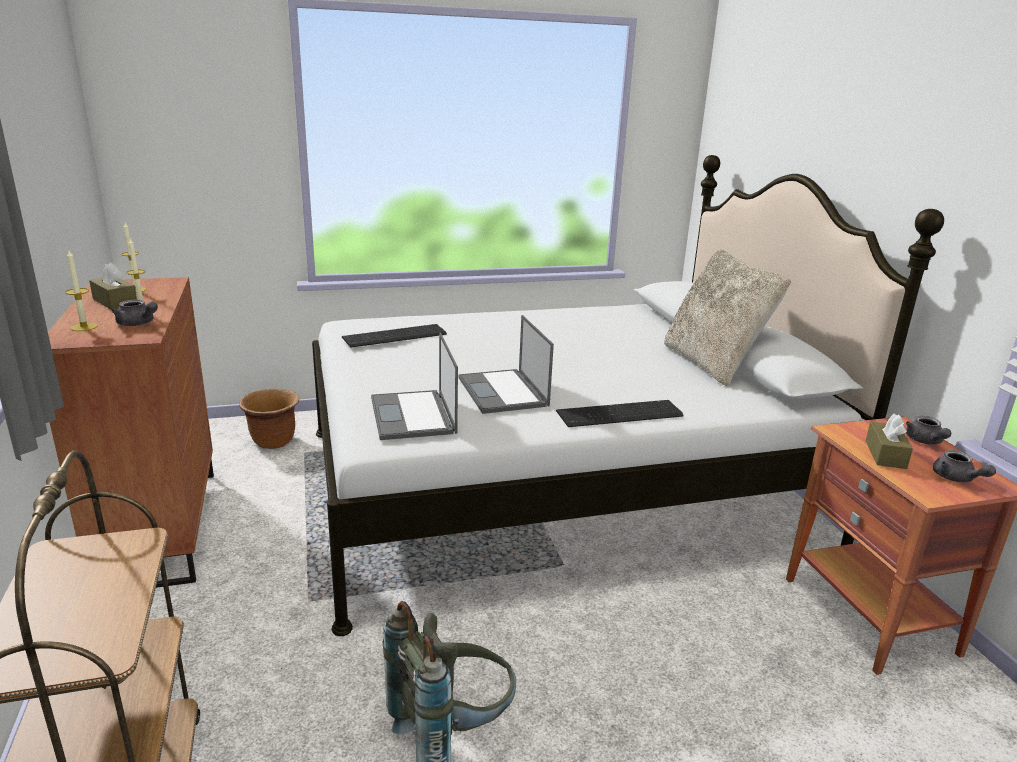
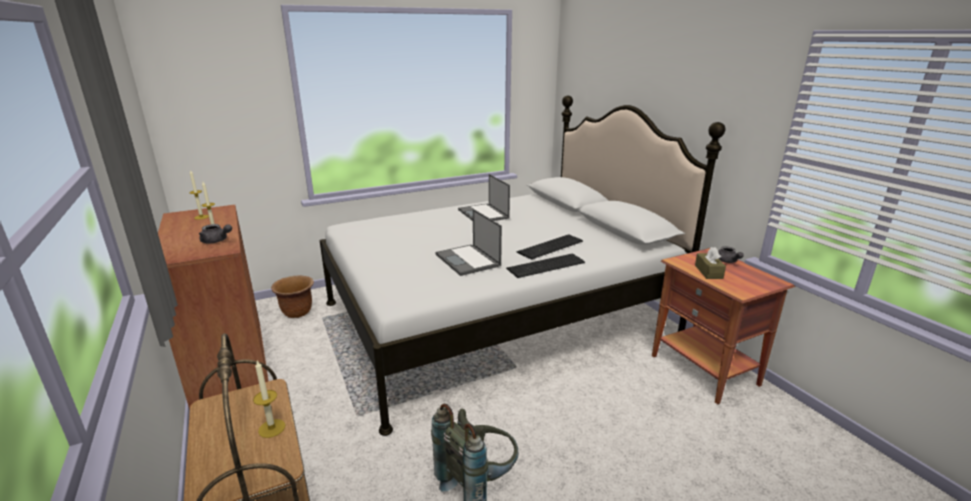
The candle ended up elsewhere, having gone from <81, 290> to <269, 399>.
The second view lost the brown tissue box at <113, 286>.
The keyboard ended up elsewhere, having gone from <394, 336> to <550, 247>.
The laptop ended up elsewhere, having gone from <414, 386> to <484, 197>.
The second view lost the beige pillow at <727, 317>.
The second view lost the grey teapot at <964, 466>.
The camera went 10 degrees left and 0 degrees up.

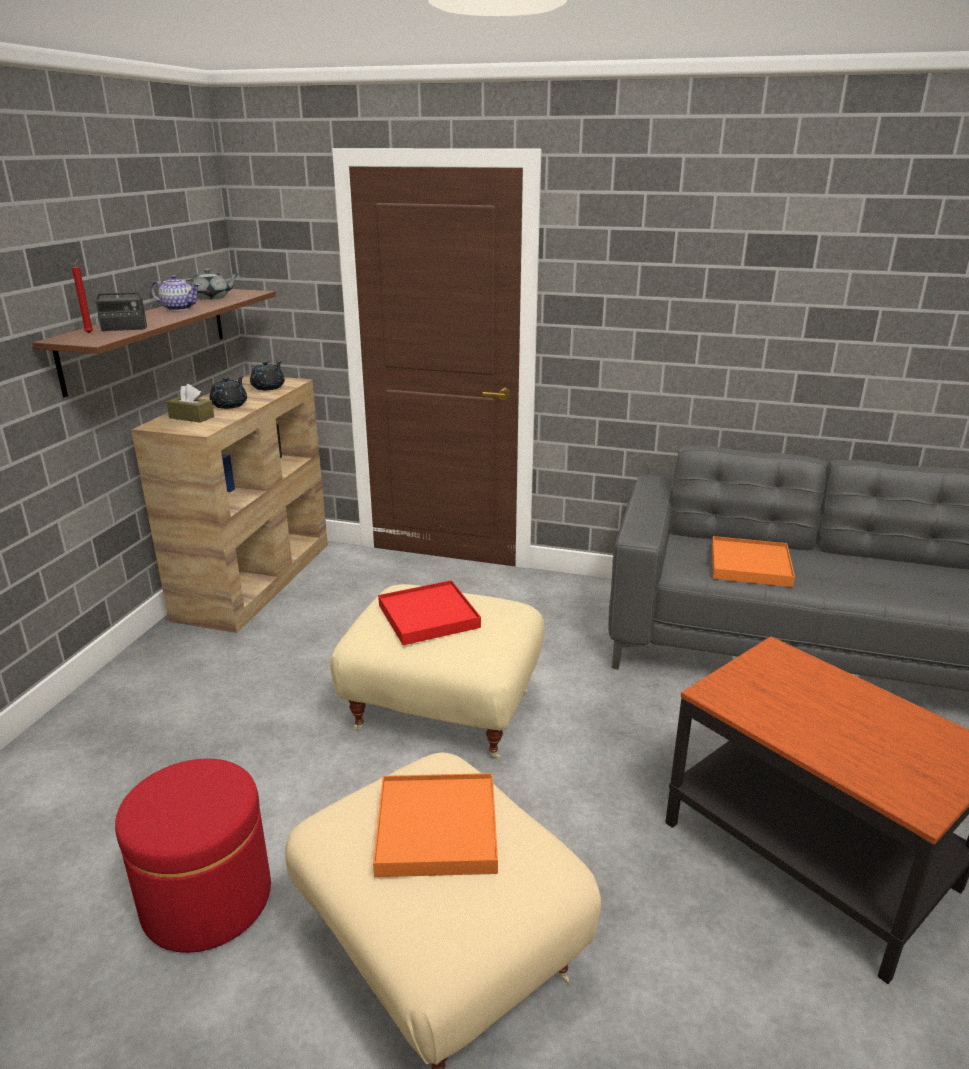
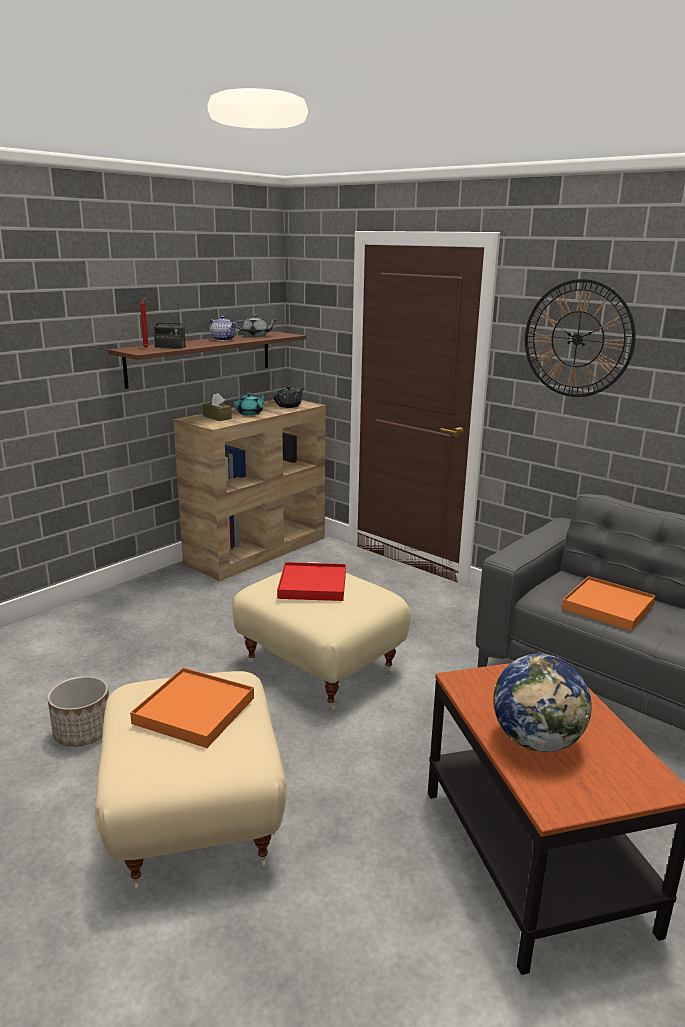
Where the red ottoman stood at <193, 856>, the planter came to stand at <78, 711>.
What was the black teapot at <228, 392> turned into the turquoise teapot at <250, 404>.
The second view gained the globe at <542, 703>.
The second view gained the wall clock at <580, 338>.
The camera went 25 degrees right and 5 degrees down.

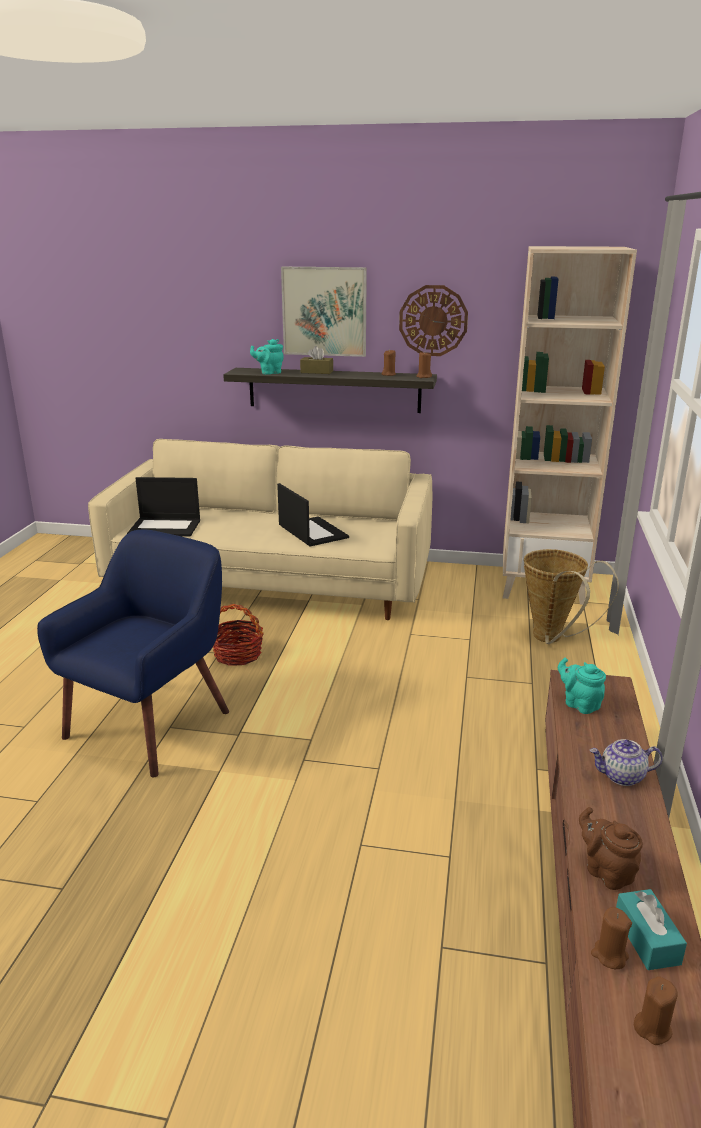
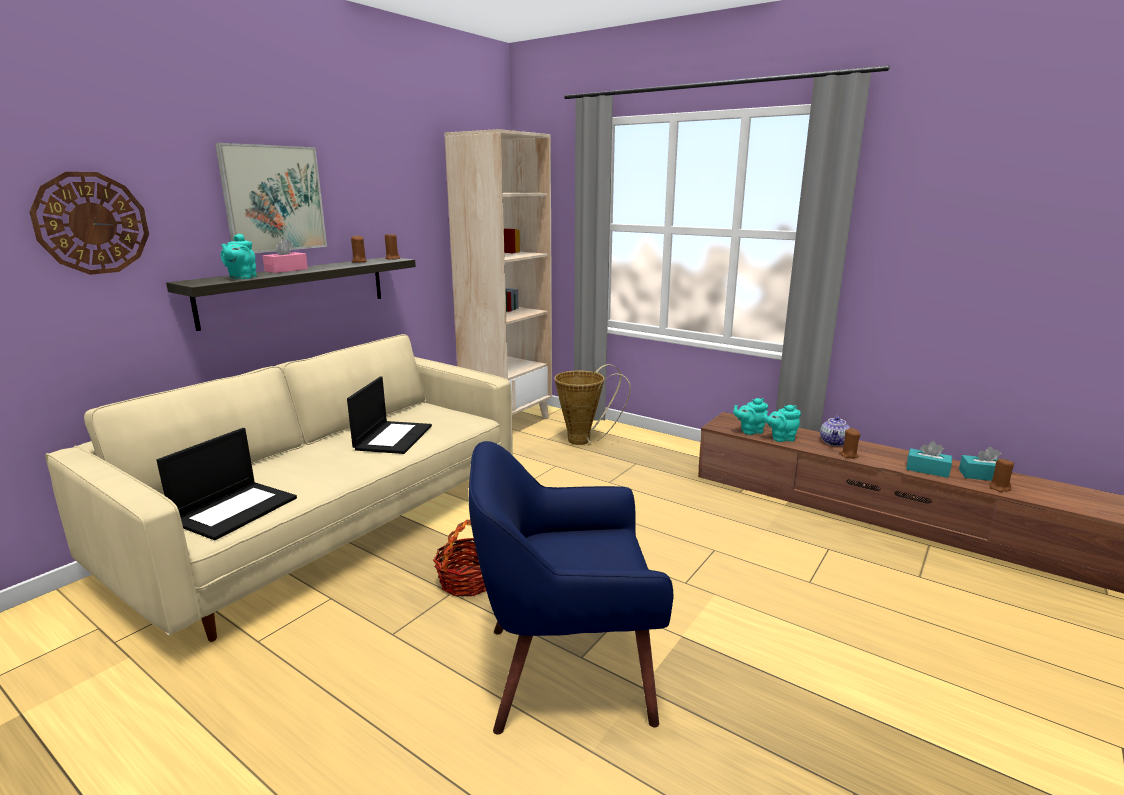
The blue armchair at <133, 653> ended up facing another way, 60 degrees counterclockwise from before.
The laptop at <313, 515> ended up facing another way, 105 degrees clockwise from before.
What was the brown tissue box at <316, 360> turned into the pink tissue box at <285, 256>.
The wall clock ended up elsewhere, having gone from <433, 320> to <89, 223>.
Where the brown teapot stood at <611, 848>, the turquoise tissue box came to stand at <929, 459>.
The brown candle ended up elsewhere, having gone from <656, 1011> to <849, 443>.
The second view gained the turquoise teapot at <782, 423>.
The camera went 65 degrees left and 5 degrees down.

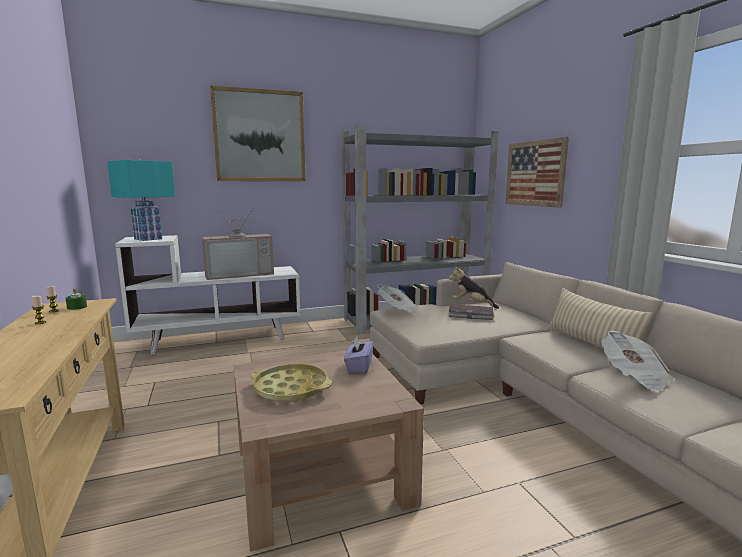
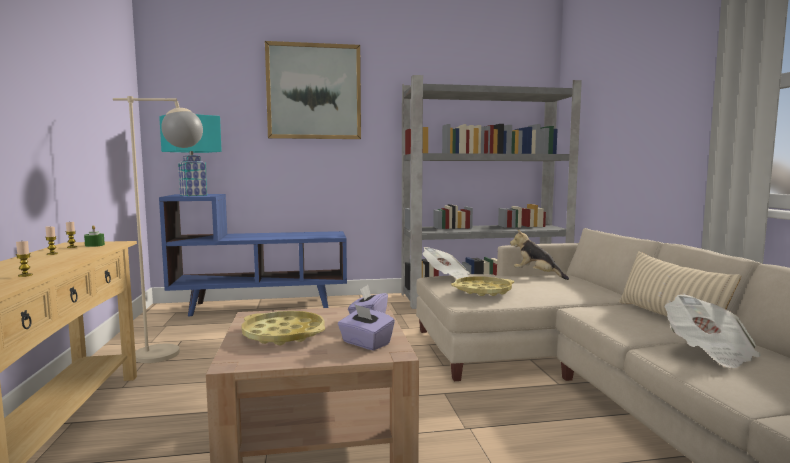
What was the white tv stand at <208, 295> turned into the blue tv stand at <253, 255>.
The second view lost the television at <238, 241>.
The second view lost the book at <471, 312>.
The second view lost the picture at <537, 172>.
The second view gained the candle at <24, 259>.
The second view gained the beige floor lamp at <158, 229>.
The second view gained the purple tissue box at <366, 327>.
The second view gained the yellow tray at <482, 286>.
The camera went 10 degrees right and 5 degrees down.

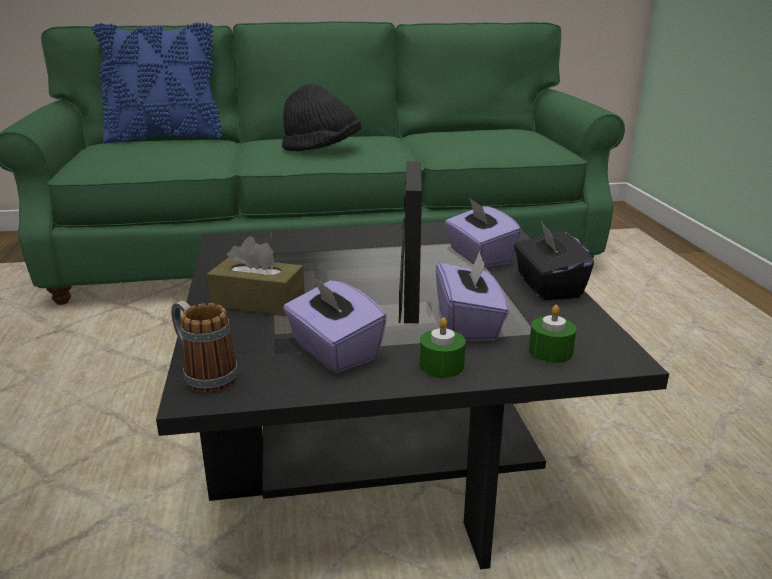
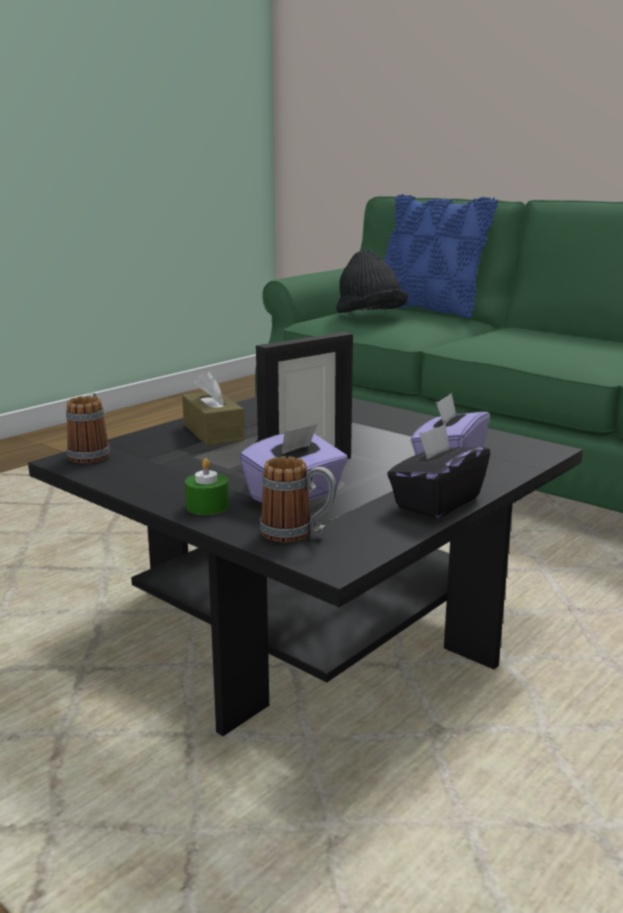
The black hat ended up elsewhere, having gone from <322, 118> to <372, 281>.
The second view lost the purple tissue box at <335, 324>.
Where the green candle stood at <552, 334>, the mug came to stand at <298, 499>.
The camera went 50 degrees right and 5 degrees down.

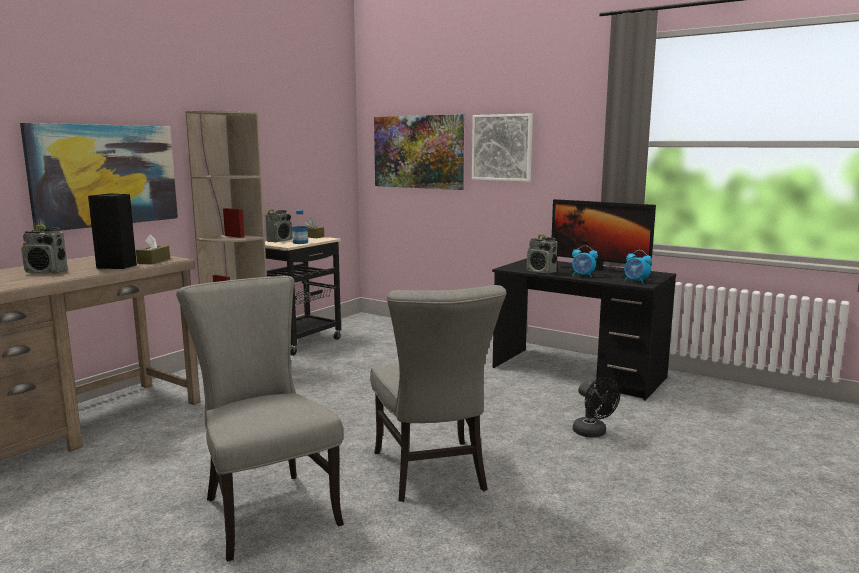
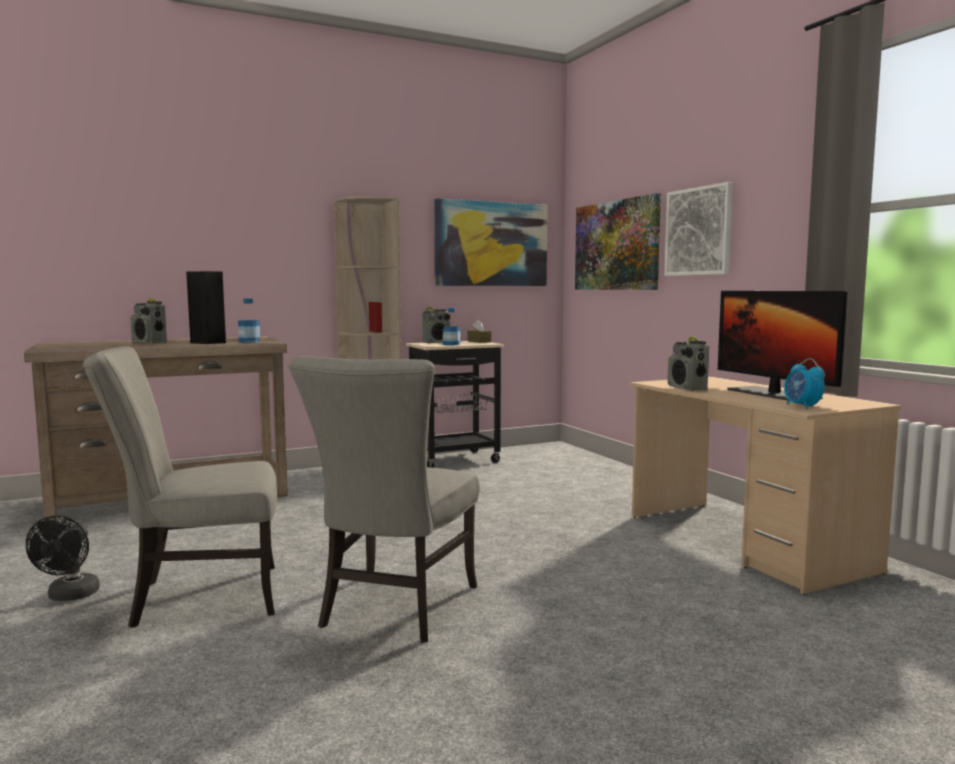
The picture ended up elsewhere, having gone from <99, 177> to <491, 242>.
Where the brown tissue box stood at <153, 249>, the bottle came to stand at <249, 320>.
The grey chair at <260, 419> ended up facing another way, 105 degrees counterclockwise from before.
What was the black desk at <584, 329> turned into the beige desk at <766, 486>.
The second view lost the alarm clock at <585, 261>.
The black fan ended up elsewhere, having gone from <596, 407> to <63, 558>.
The camera went 30 degrees right and 5 degrees down.

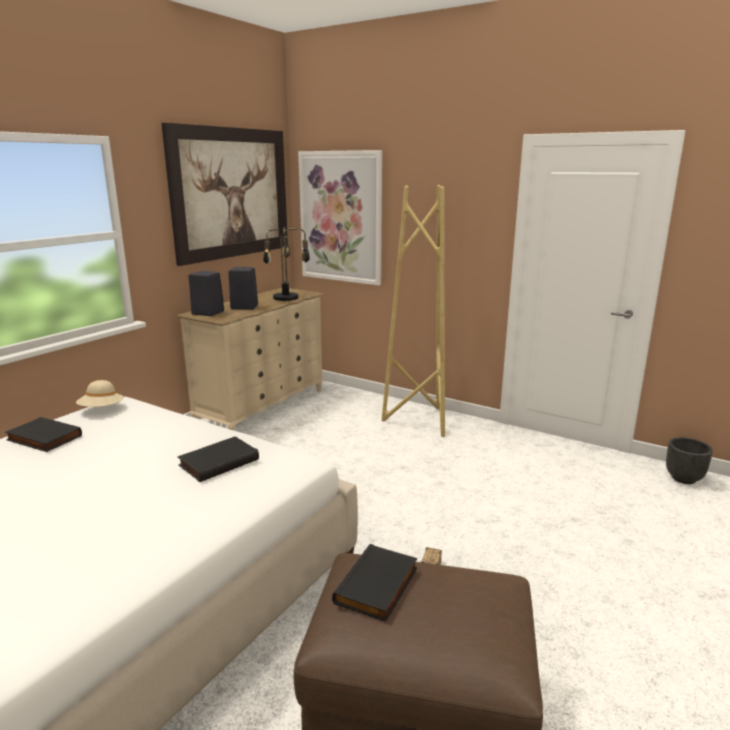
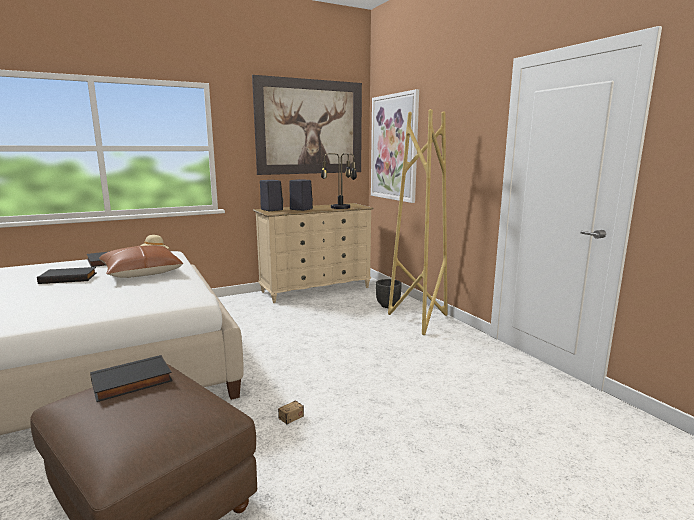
The black book ended up elsewhere, having gone from <218, 459> to <67, 275>.
The black planter ended up elsewhere, having gone from <689, 460> to <389, 293>.
The second view gained the brown pillow at <141, 261>.
The camera went 30 degrees right and 5 degrees down.

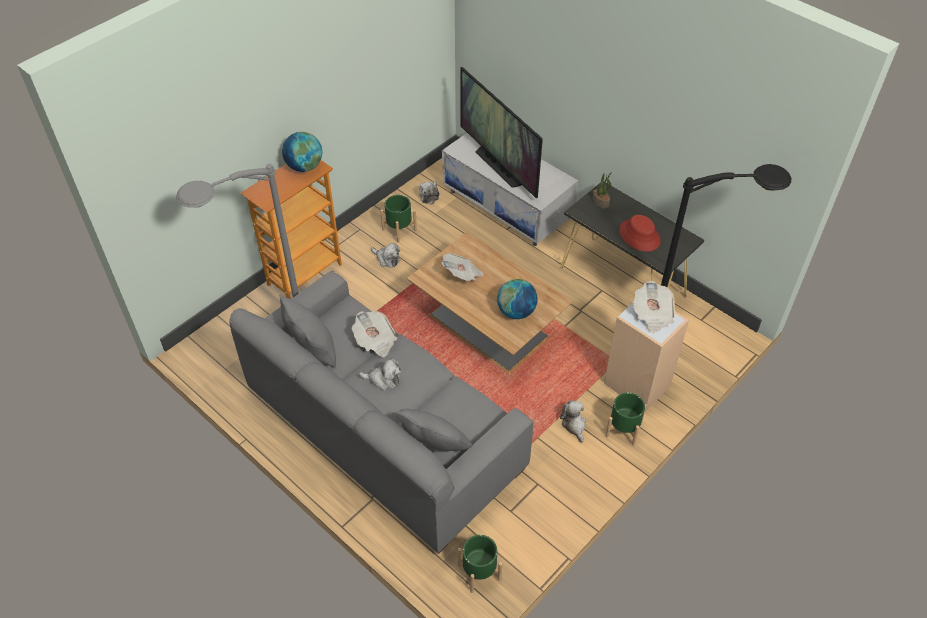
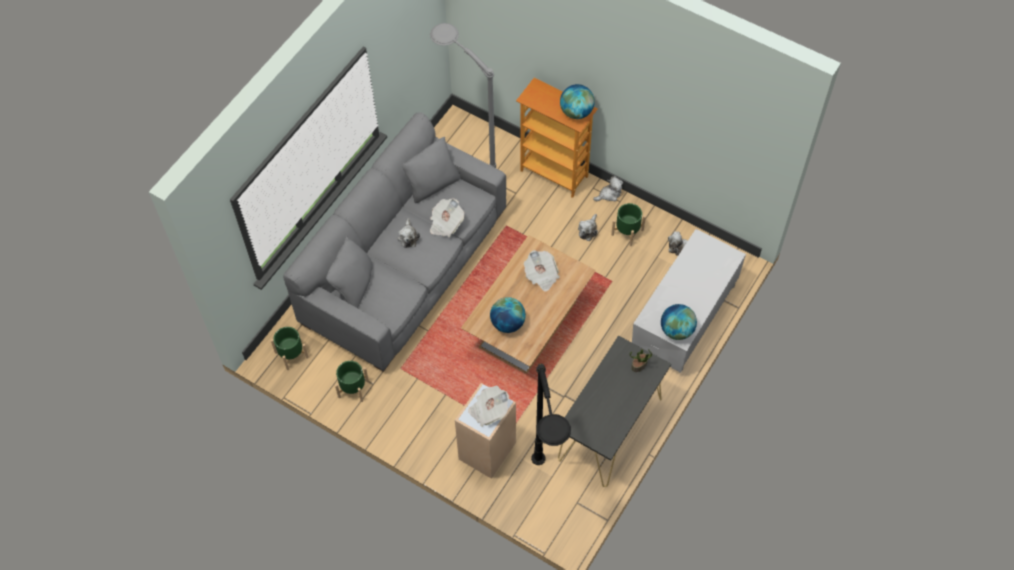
The second view lost the television at <501, 132>.
The plush toy ended up elsewhere, having gone from <573, 421> to <608, 188>.
The green planter ended up elsewhere, having gone from <626, 419> to <352, 381>.
The second view lost the red hat at <640, 233>.
The second view gained the globe at <679, 322>.
The camera went 80 degrees right and 10 degrees up.

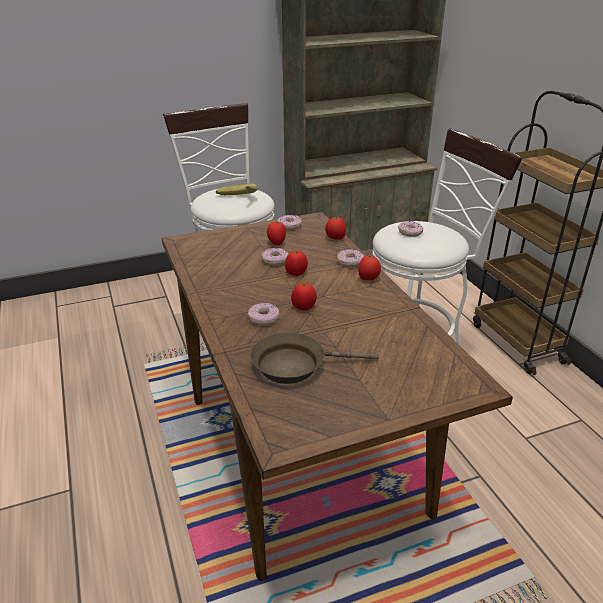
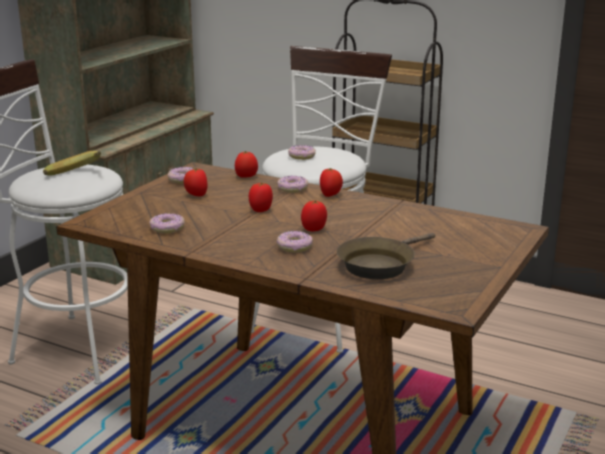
The donut ended up elsewhere, having gone from <274, 257> to <167, 223>.
The camera went 40 degrees left and 10 degrees down.

